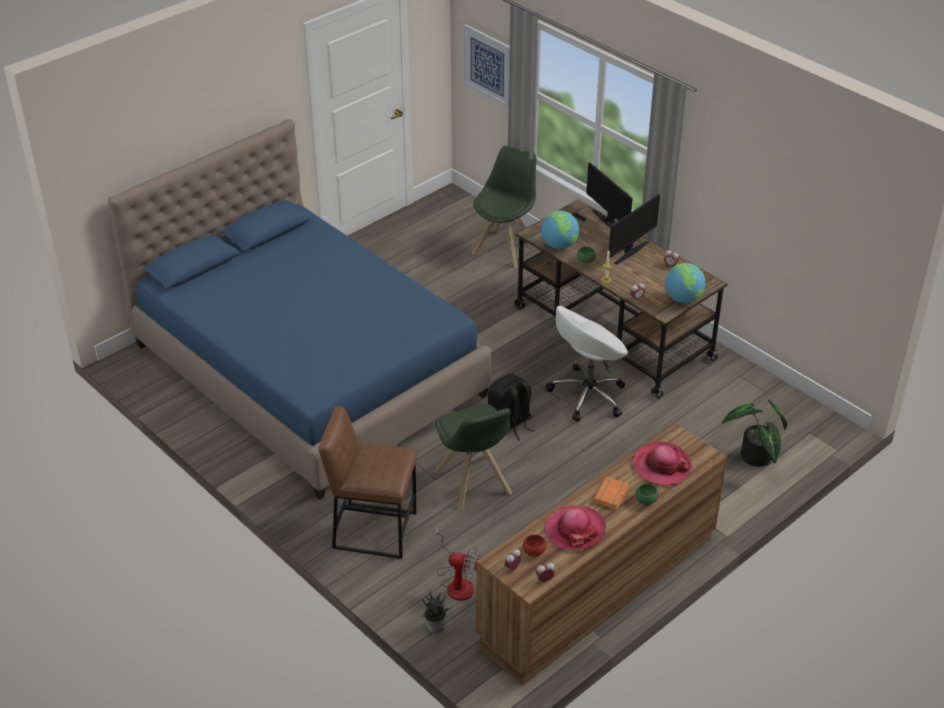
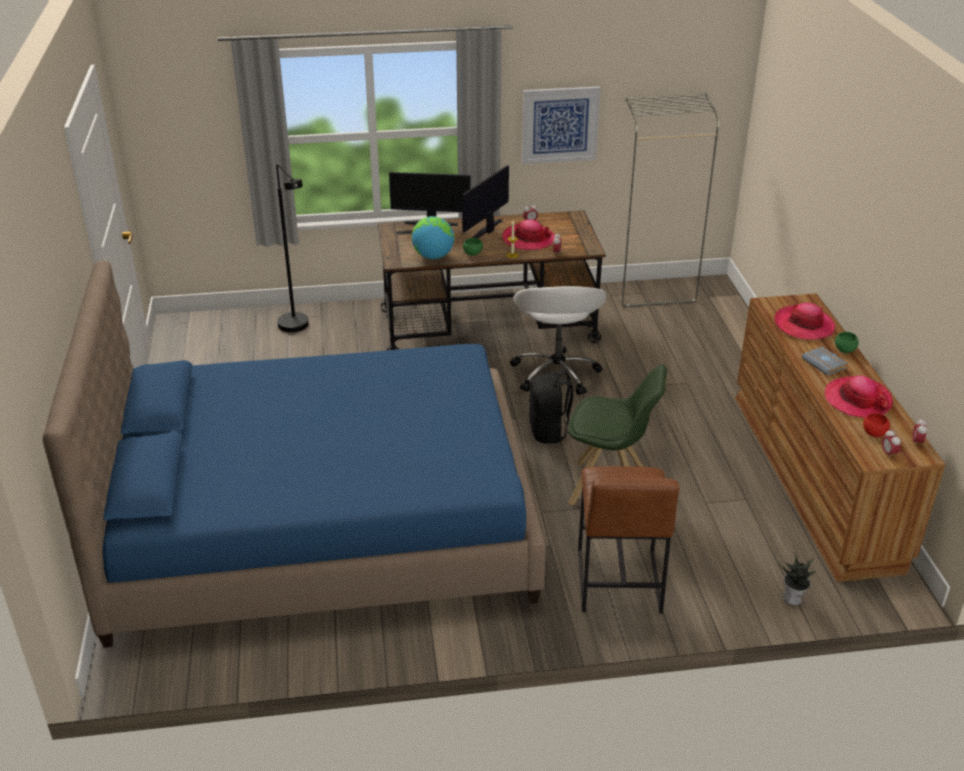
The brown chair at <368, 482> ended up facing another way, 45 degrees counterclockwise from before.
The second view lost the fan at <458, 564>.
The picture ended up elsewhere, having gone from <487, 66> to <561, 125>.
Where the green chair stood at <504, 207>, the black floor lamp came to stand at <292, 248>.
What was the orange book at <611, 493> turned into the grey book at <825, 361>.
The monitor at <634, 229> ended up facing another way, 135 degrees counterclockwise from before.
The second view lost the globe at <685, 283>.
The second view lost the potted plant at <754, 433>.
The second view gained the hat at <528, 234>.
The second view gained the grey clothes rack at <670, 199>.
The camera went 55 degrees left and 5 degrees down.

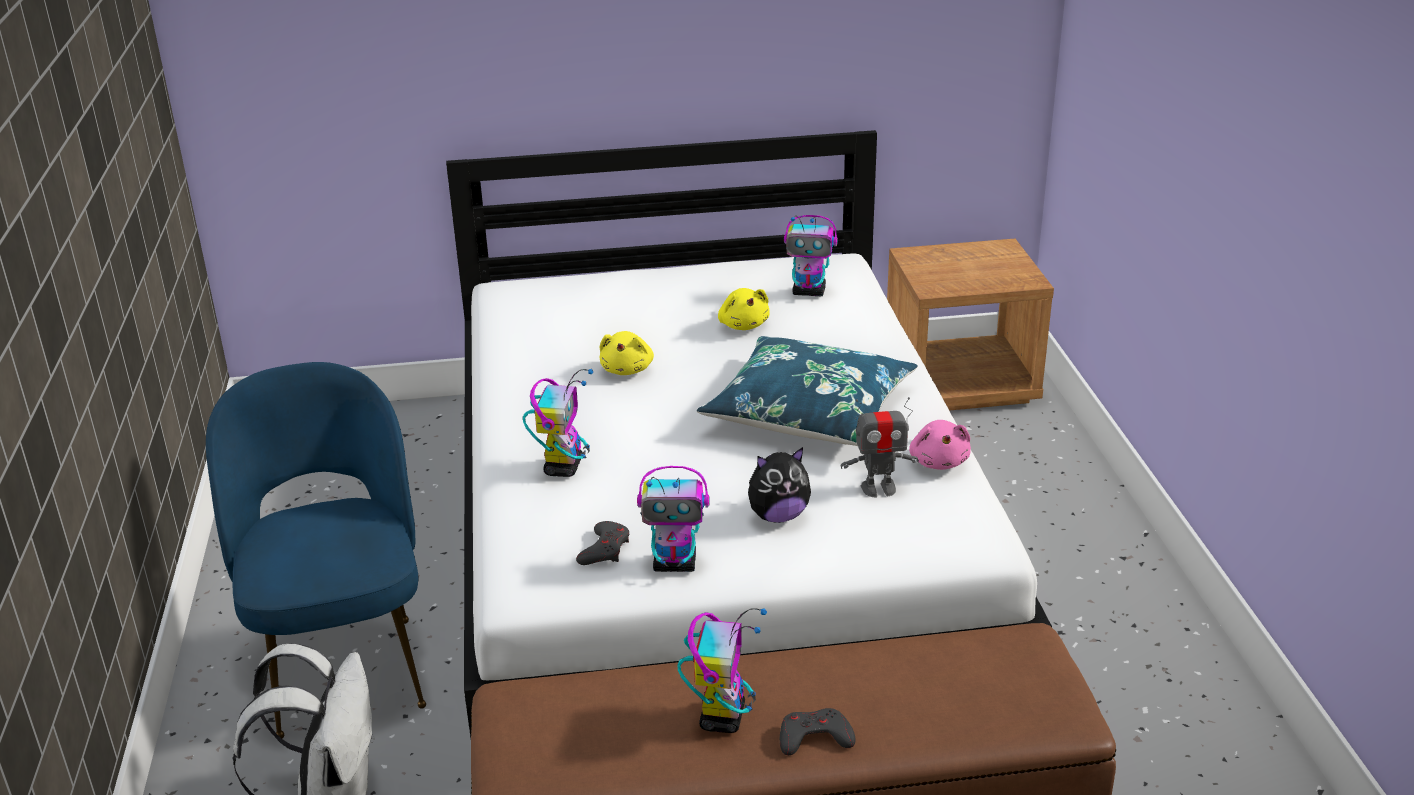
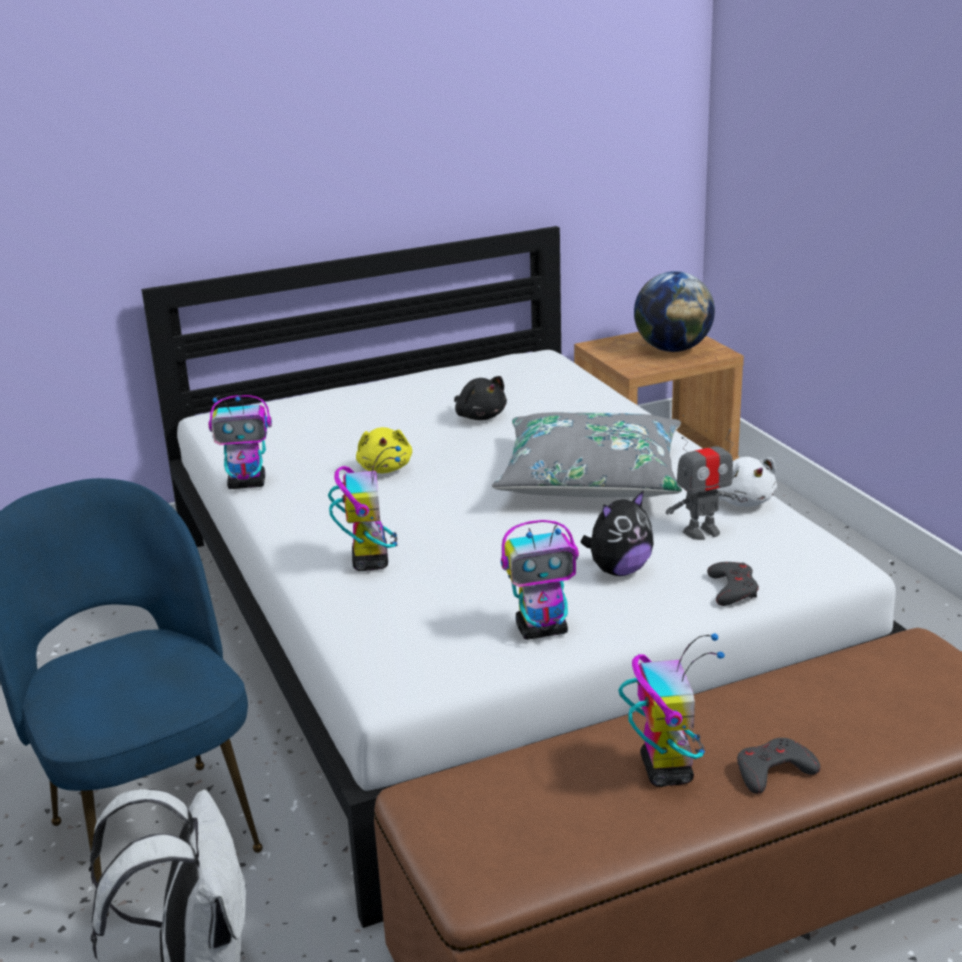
The grey game controller ended up elsewhere, having gone from <602, 543> to <733, 584>.
What was the blue pillow at <807, 391> turned into the grey pillow at <587, 454>.
What was the yellow plush toy at <744, 309> turned into the black plush toy at <480, 398>.
The toy robot ended up elsewhere, having gone from <811, 255> to <240, 442>.
What was the pink plush toy at <940, 445> turned into the white plush toy at <747, 482>.
The second view gained the globe at <674, 311>.
The camera went 15 degrees left and 5 degrees down.

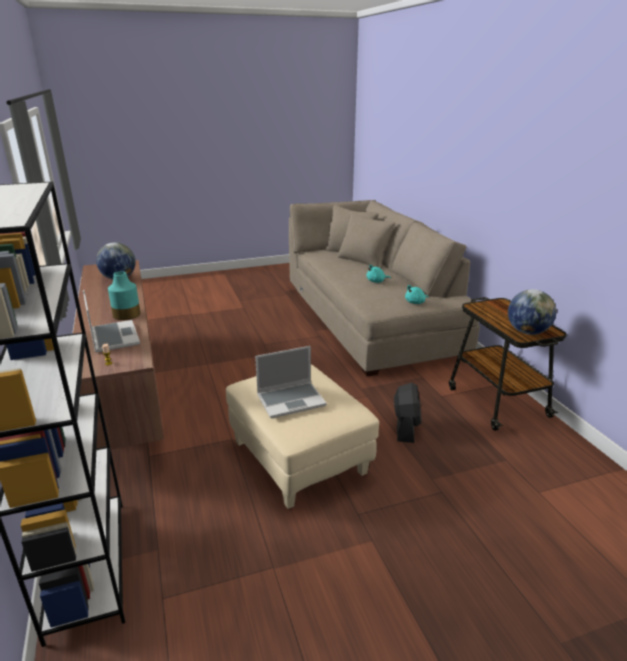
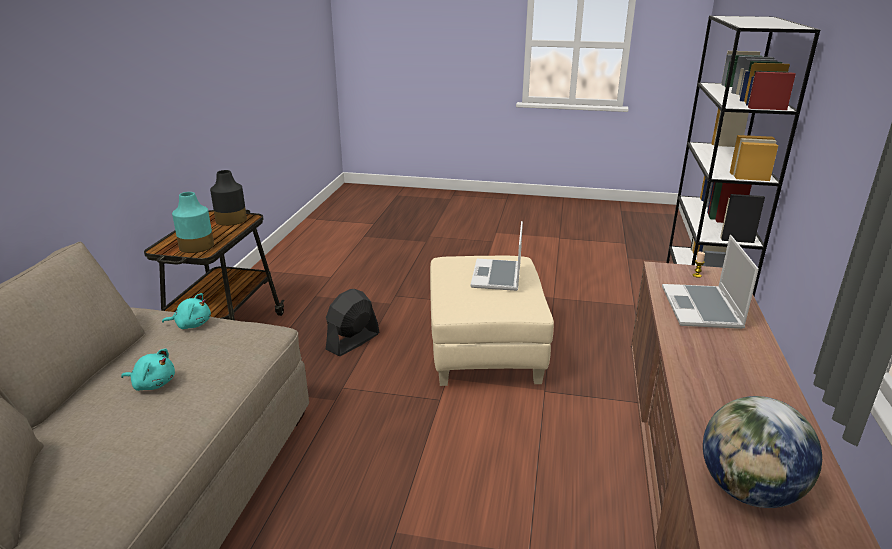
The turquoise vase ended up elsewhere, having gone from <124, 295> to <193, 222>.
The laptop at <290, 382> ended up facing another way, 90 degrees counterclockwise from before.
Where the globe stood at <532, 312>, the black vase came to stand at <228, 198>.
The camera went 150 degrees left and 0 degrees up.

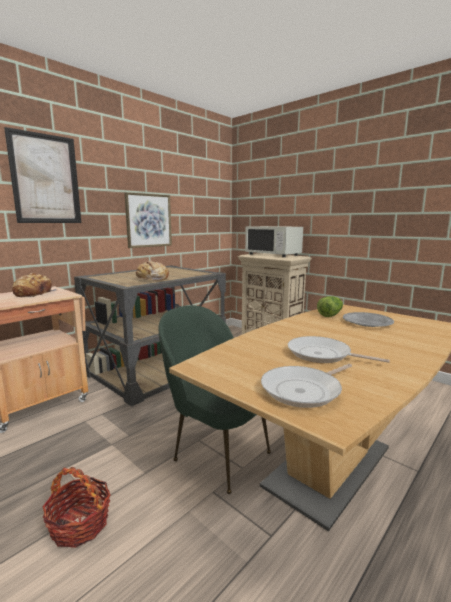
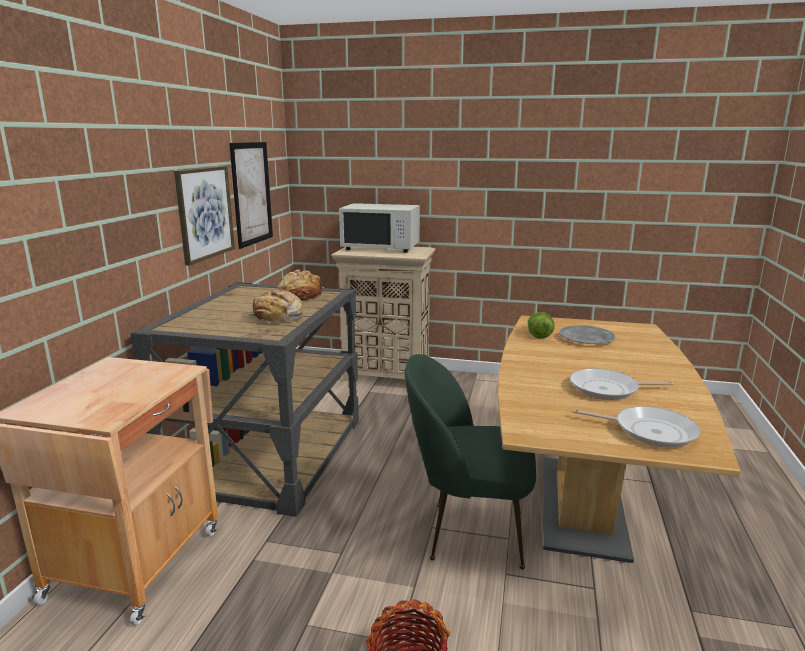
The picture ended up elsewhere, having gone from <42, 175> to <251, 195>.
The bread ended up elsewhere, having gone from <34, 285> to <301, 285>.
The frying pan at <306, 386> ended up facing another way, 90 degrees counterclockwise from before.
The camera went 30 degrees left and 5 degrees up.

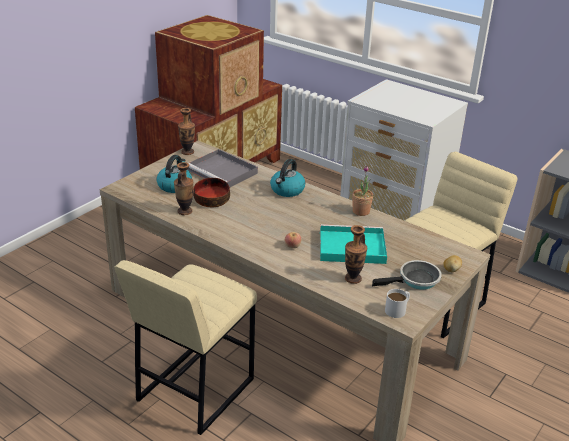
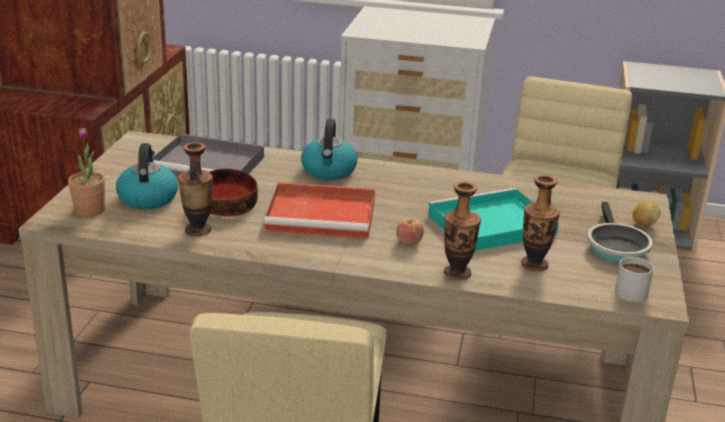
The vase ended up elsewhere, having gone from <186, 131> to <462, 231>.
The potted plant ended up elsewhere, having gone from <362, 191> to <86, 172>.
The frying pan at <407, 275> ended up facing another way, 135 degrees clockwise from before.
The second view gained the red tray at <319, 210>.
The camera went 25 degrees left and 5 degrees down.

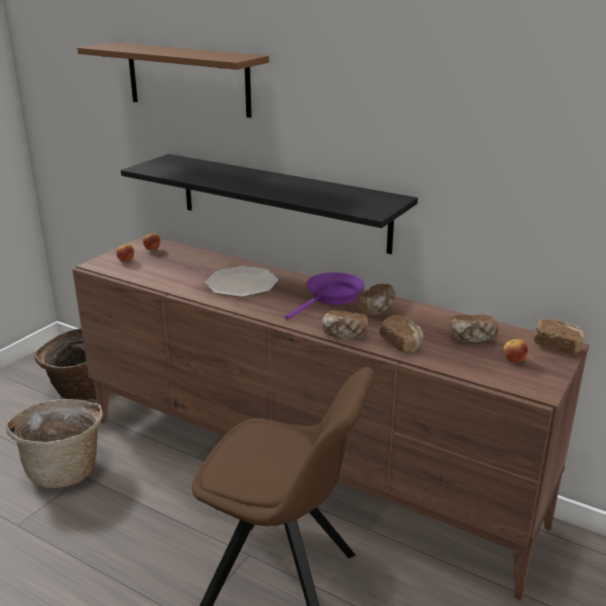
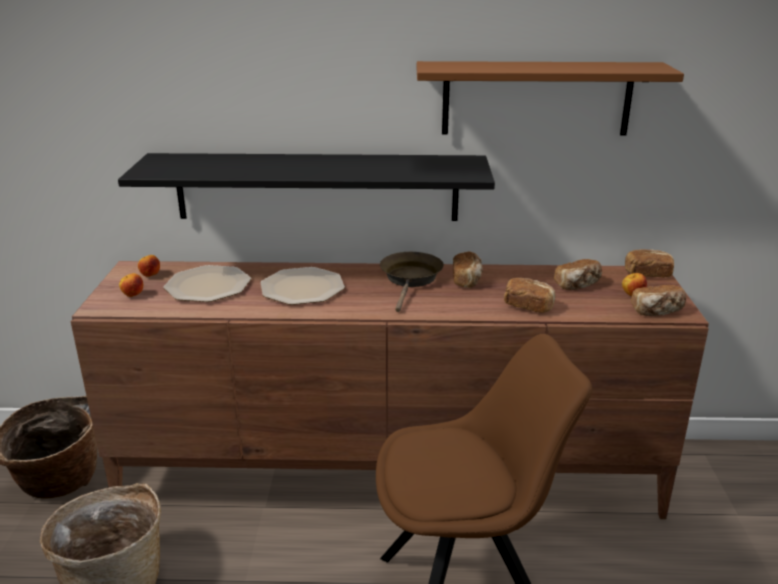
The brown shelf ended up elsewhere, having gone from <173, 80> to <550, 98>.
What was the purple frying pan at <325, 296> turned into the brown frying pan at <412, 282>.
The bread ended up elsewhere, having gone from <345, 324> to <658, 300>.
The second view gained the plate at <207, 283>.
The camera went 30 degrees left and 0 degrees up.

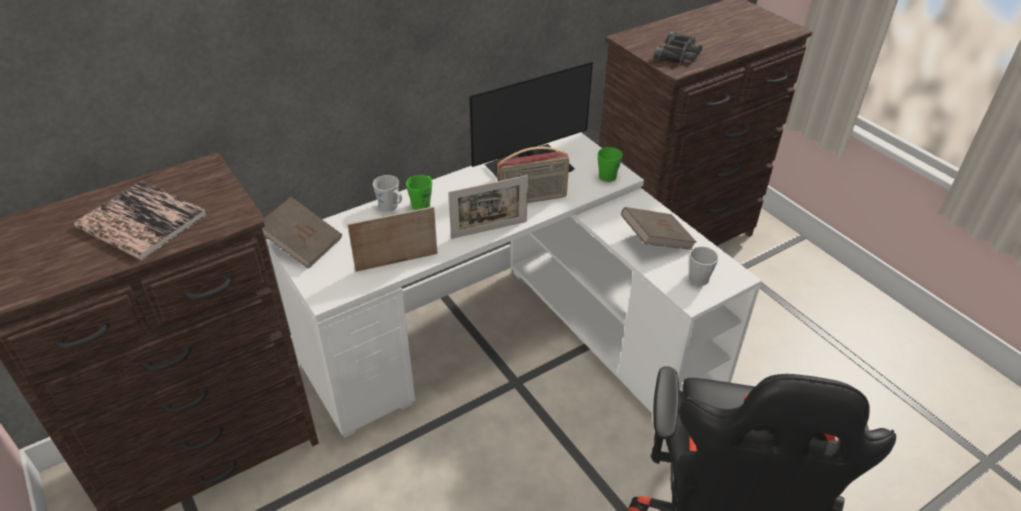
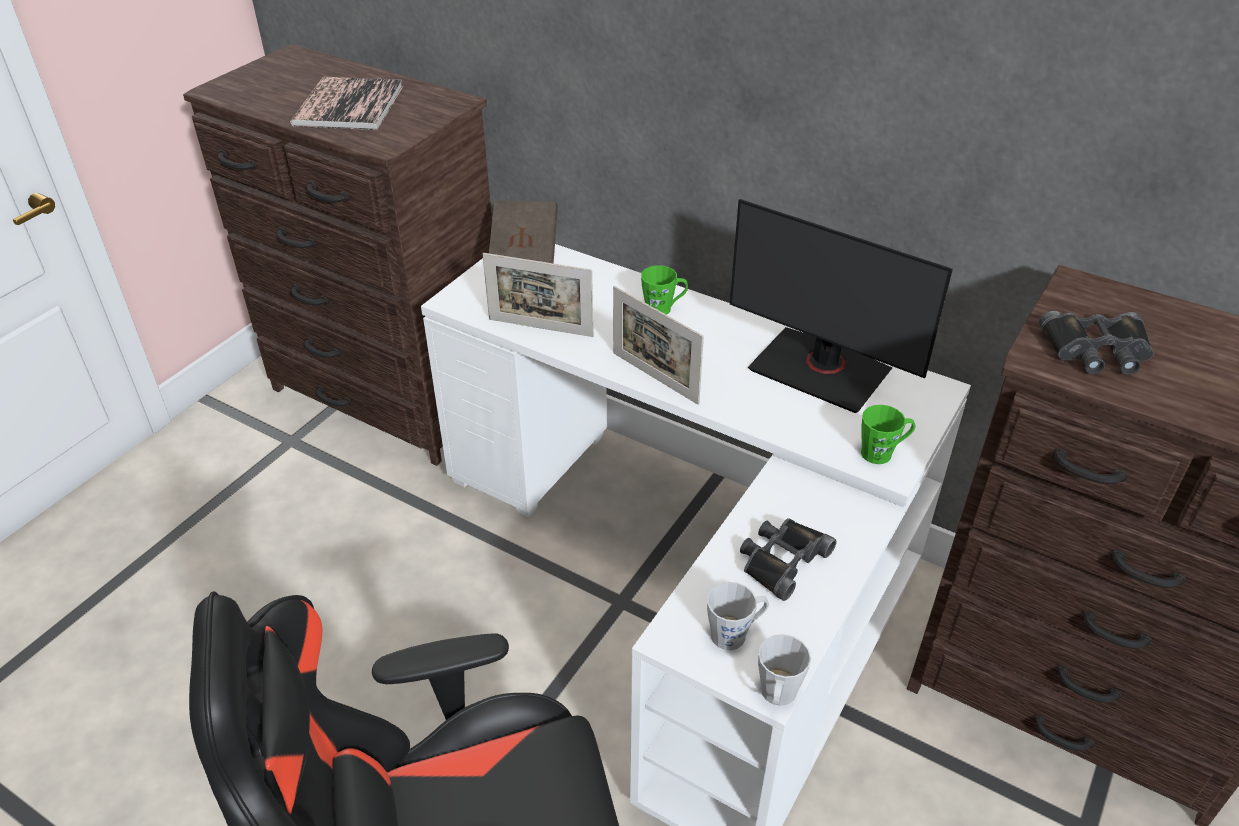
The picture frame at <392, 239> ended up facing another way, 150 degrees clockwise from before.
The grey mug ended up elsewhere, having gone from <387, 193> to <784, 670>.
The second view lost the radio at <533, 175>.
Where the brown book stood at <659, 228>, the black binoculars came to stand at <788, 559>.
The camera went 65 degrees right and 0 degrees up.

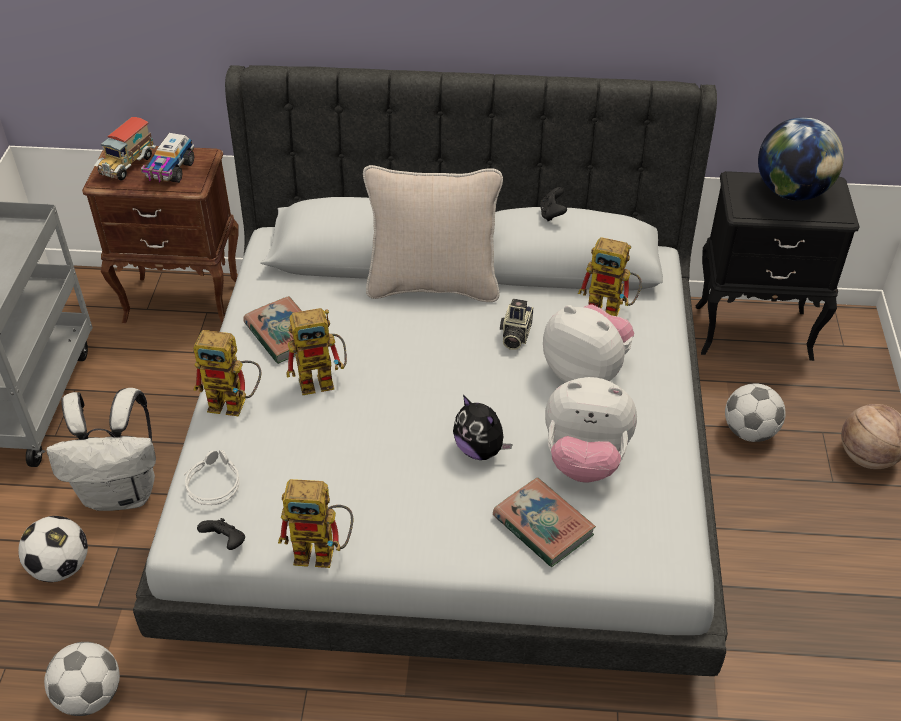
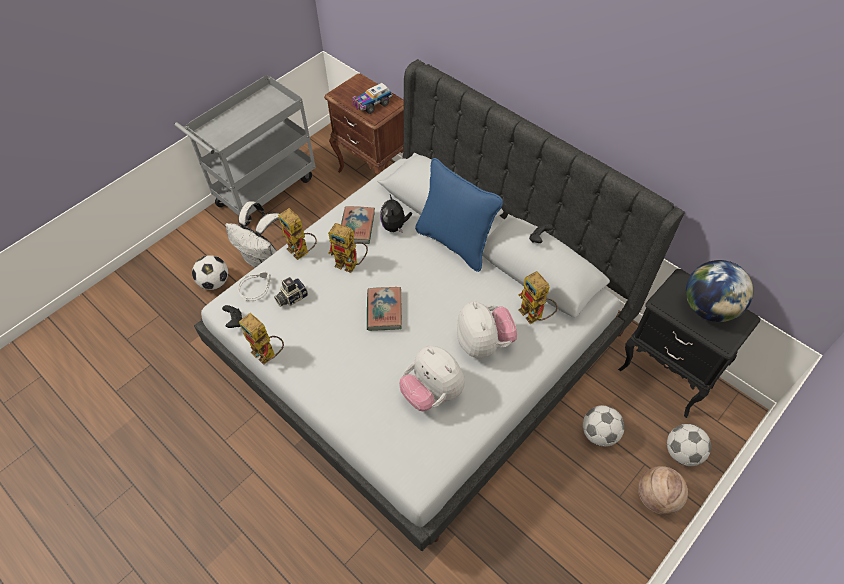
The football ended up elsewhere, having gone from <82, 679> to <689, 445>.
The second view lost the toy truck at <125, 149>.
What was the beige pillow at <433, 233> turned into the blue pillow at <459, 215>.
The plush toy ended up elsewhere, having gone from <483, 427> to <396, 213>.
The book ended up elsewhere, having gone from <544, 522> to <384, 309>.
The photo camera ended up elsewhere, having gone from <516, 324> to <291, 292>.
The camera went 40 degrees right and 10 degrees up.

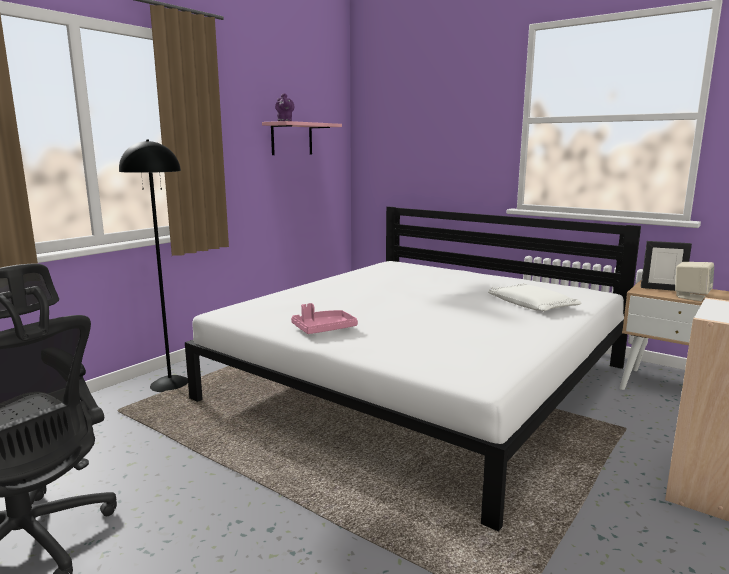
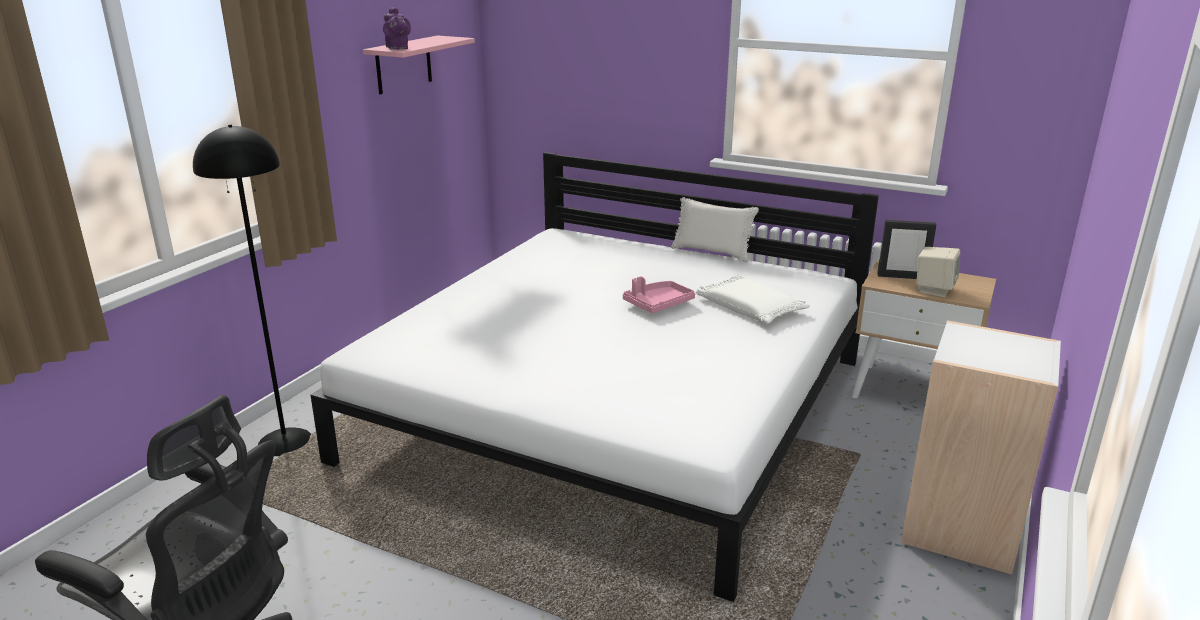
The pink tray ended up elsewhere, having gone from <324, 318> to <659, 294>.
The second view gained the white pillow at <715, 229>.
The camera went 10 degrees left and 10 degrees up.

